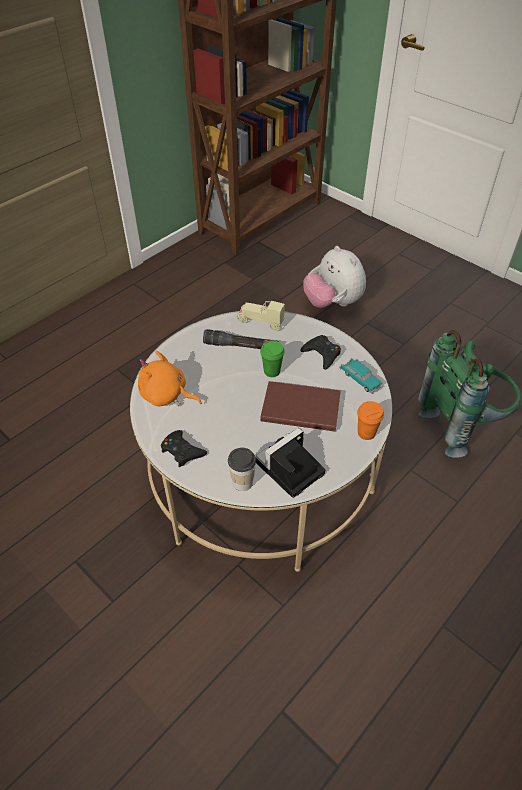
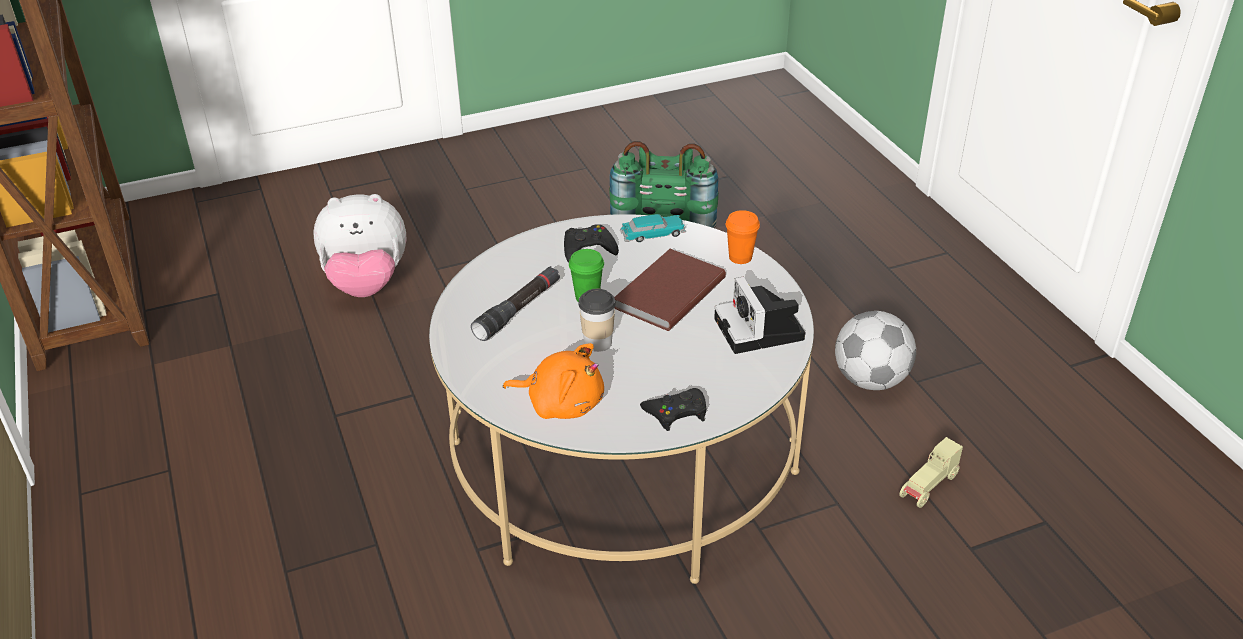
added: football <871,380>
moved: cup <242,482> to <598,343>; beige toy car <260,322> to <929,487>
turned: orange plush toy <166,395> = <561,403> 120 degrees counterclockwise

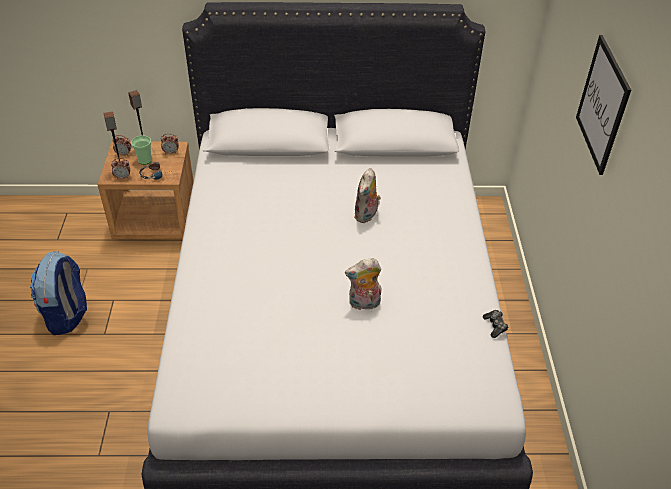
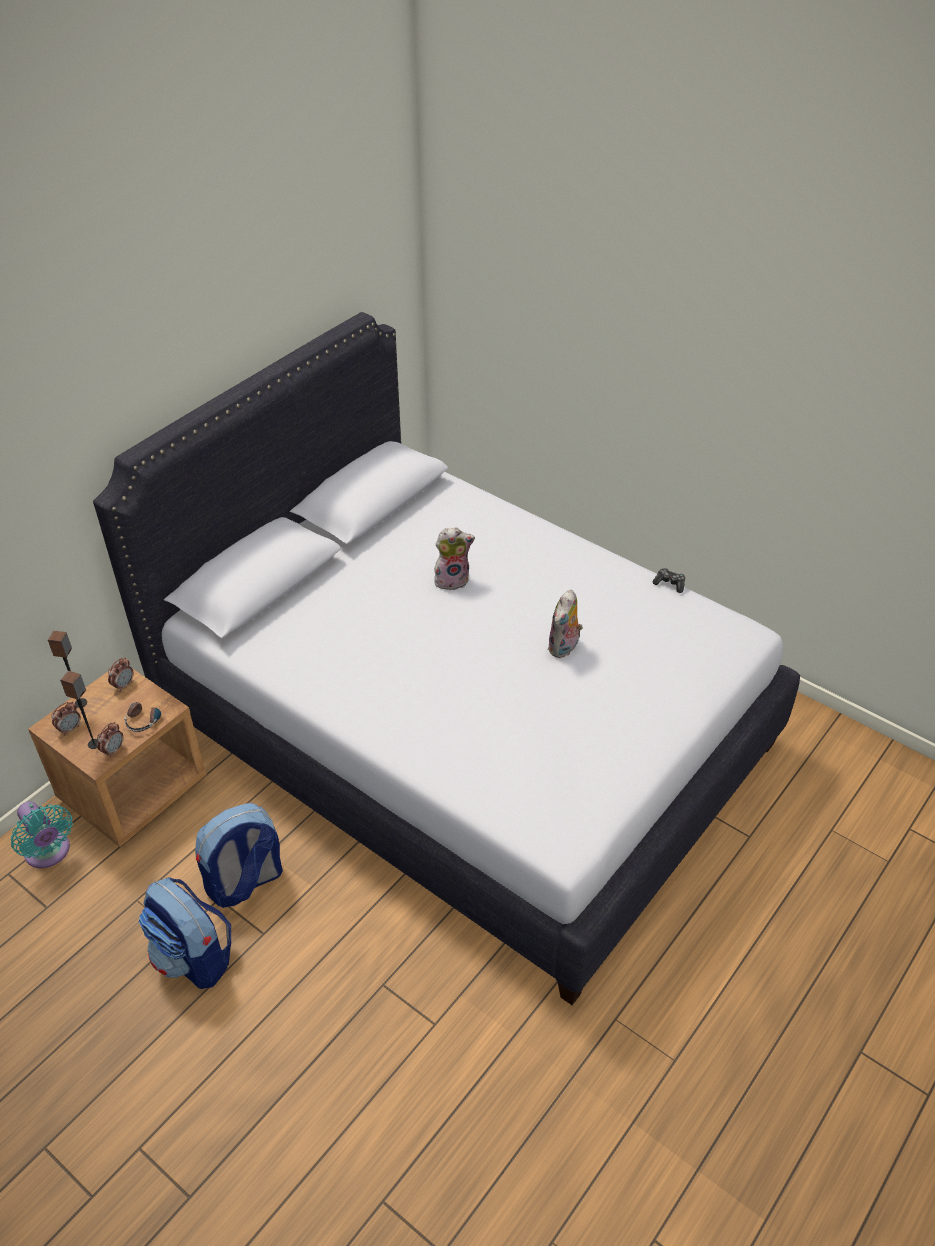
removed: cup <145,160>; picture <602,104>
added: turquoise fan <49,853>; backpack <245,882>
turned: plush toy <366,215> = <452,579> 75 degrees counterclockwise

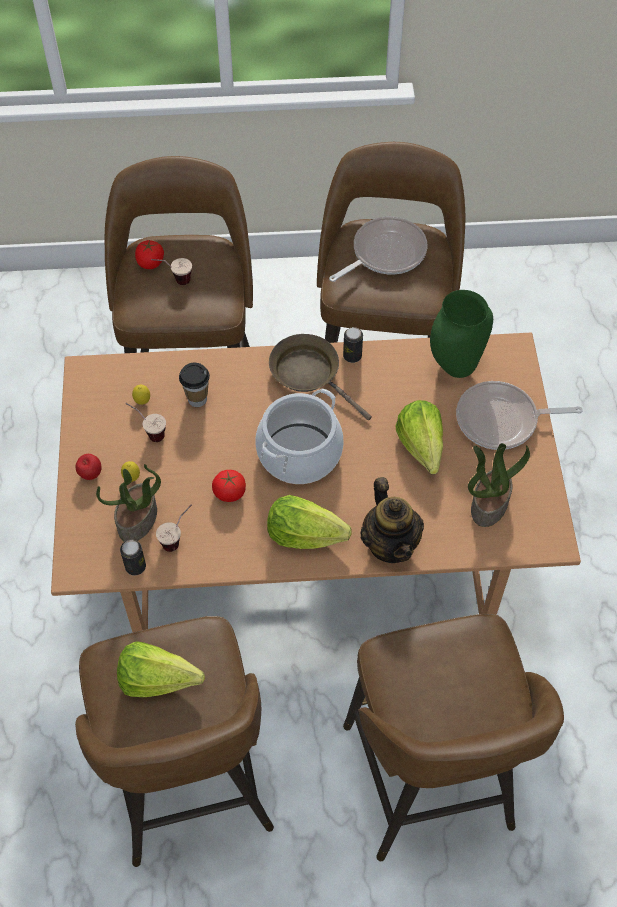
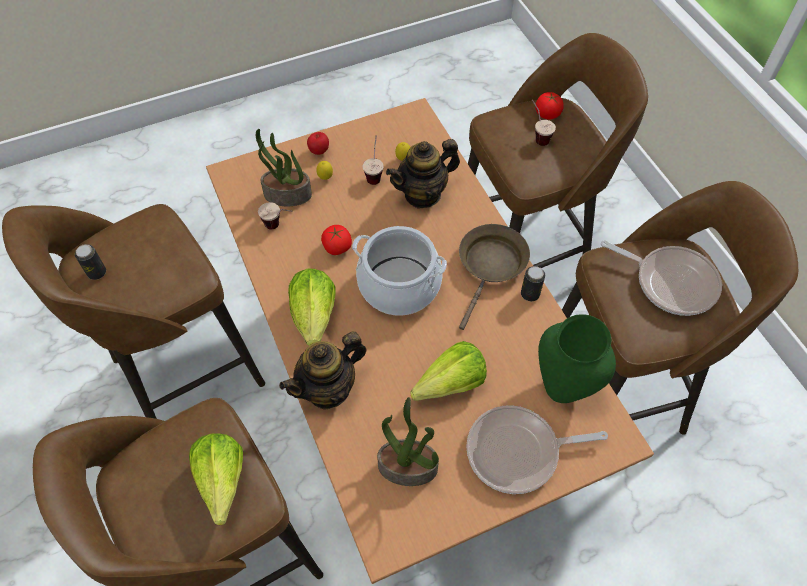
moved: lettuce <164,683> to <221,489>; can <135,567> to <97,272>
replaced: cup <197,399> to teapot <423,194>
turned: frying pan <501,420> = <518,452> 75 degrees counterclockwise

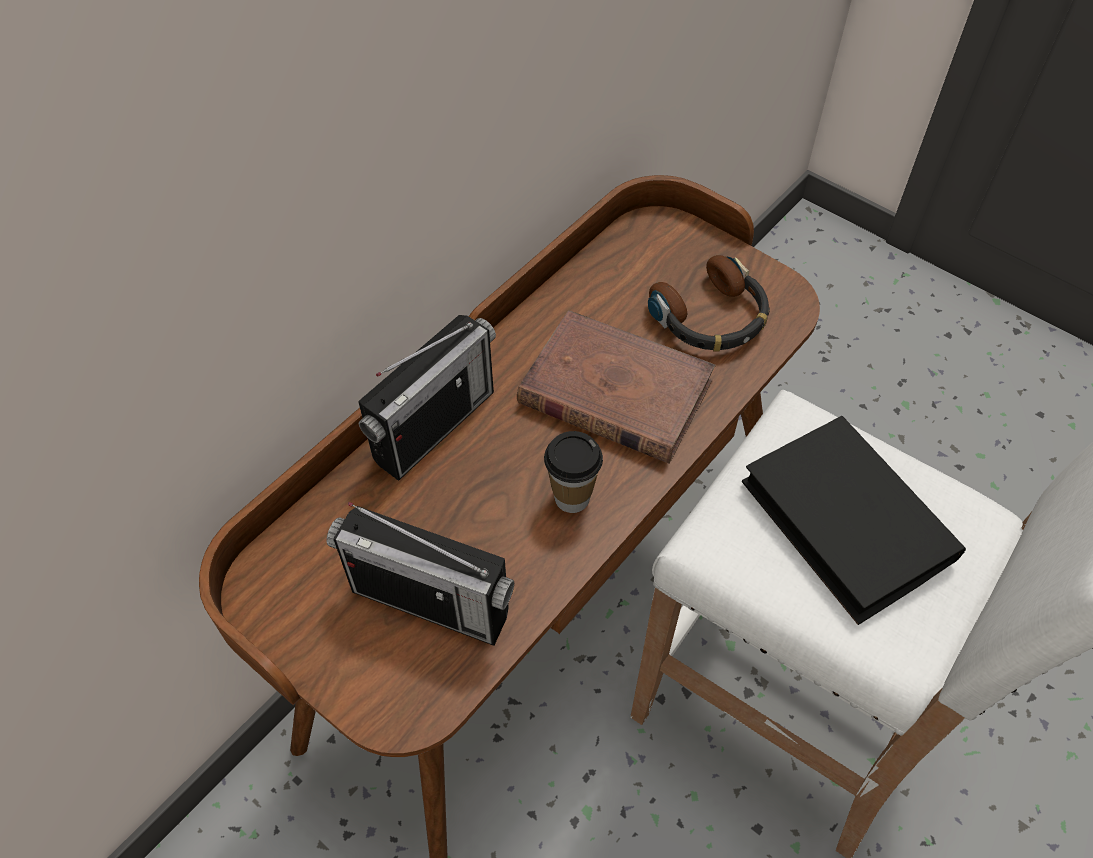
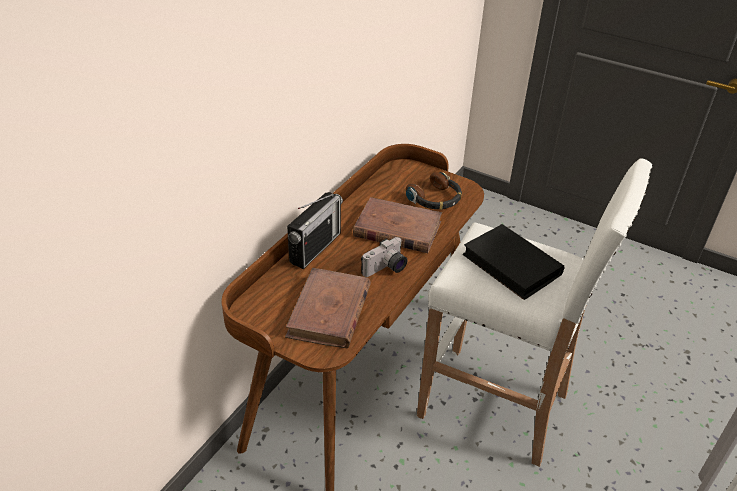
replaced: radio <430,601> to brown book <329,312>; cup <572,498> to photo camera <386,269>

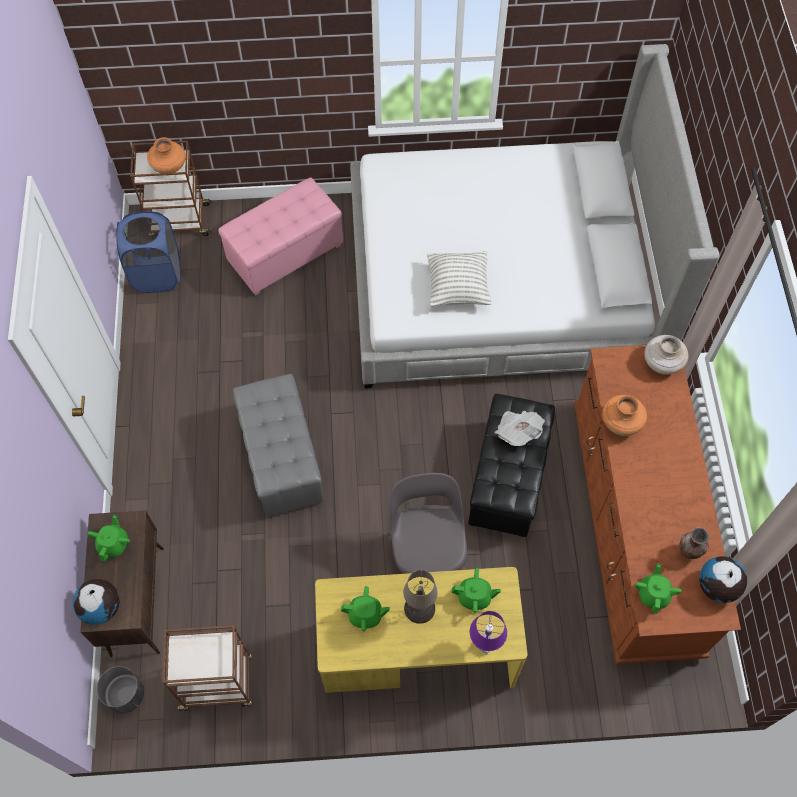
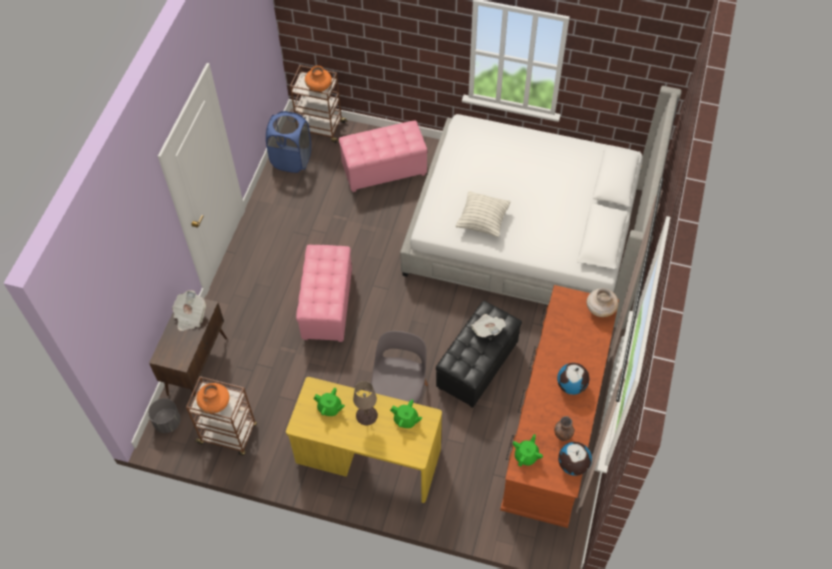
removed: purple table lamp <485,643>
moved: globe <102,608> to <571,386>; orange vase <621,423> to <215,404>
replaced: green teapot <114,544> to newspaper <190,316>
recoloured: grey ottoman <281,460> to pink ottoman <326,306>

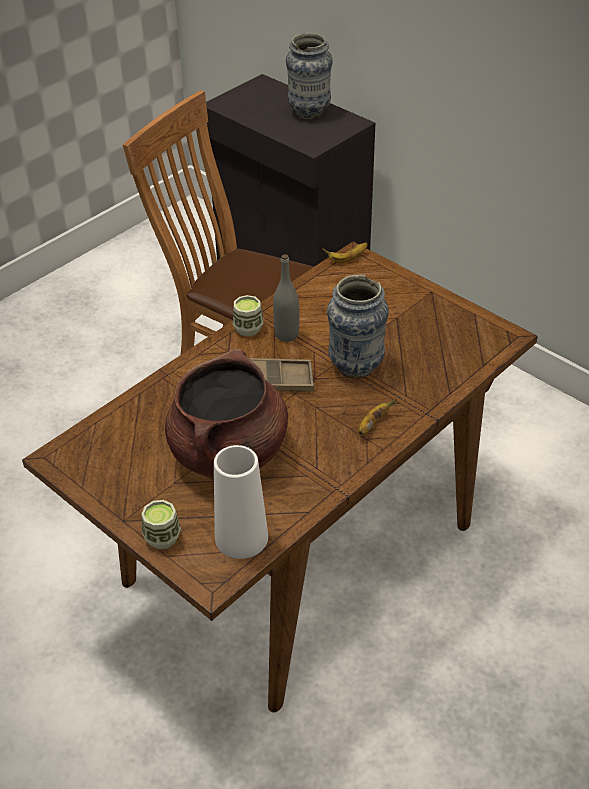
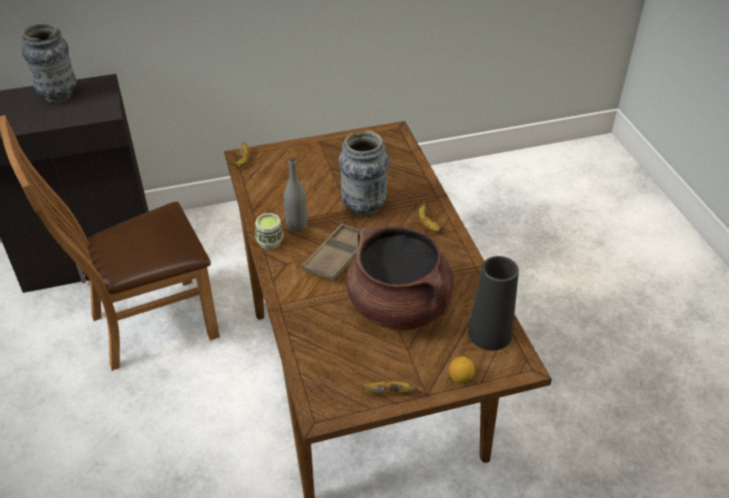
added: banana <389,393>
replaced: cup <162,537> to lemon <461,378>
recoloured: white vase <241,537> to black vase <490,333>

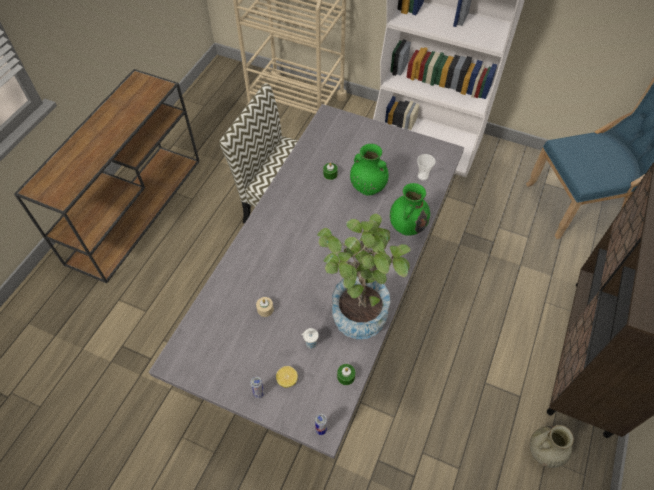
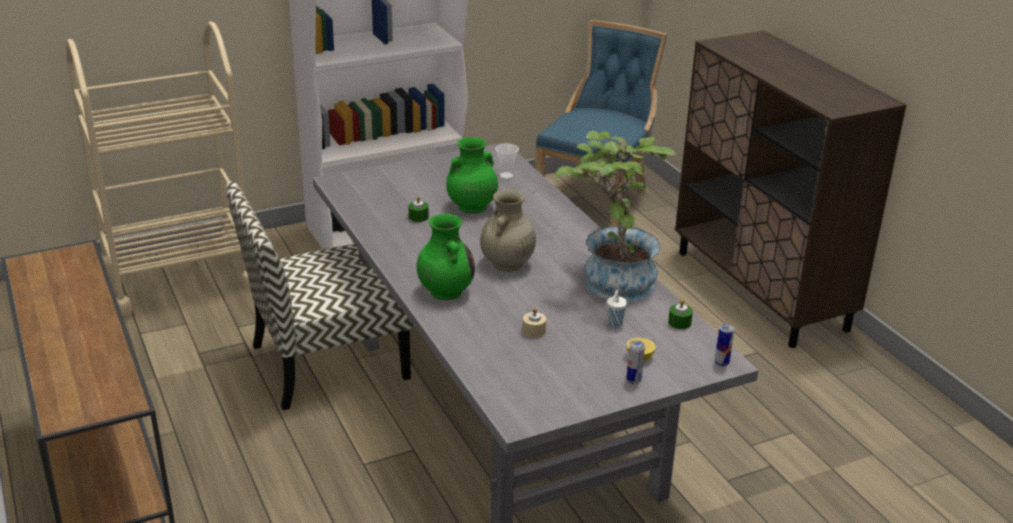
moved: green vase <407,226> to <445,291>; beige vase <544,452> to <507,264>

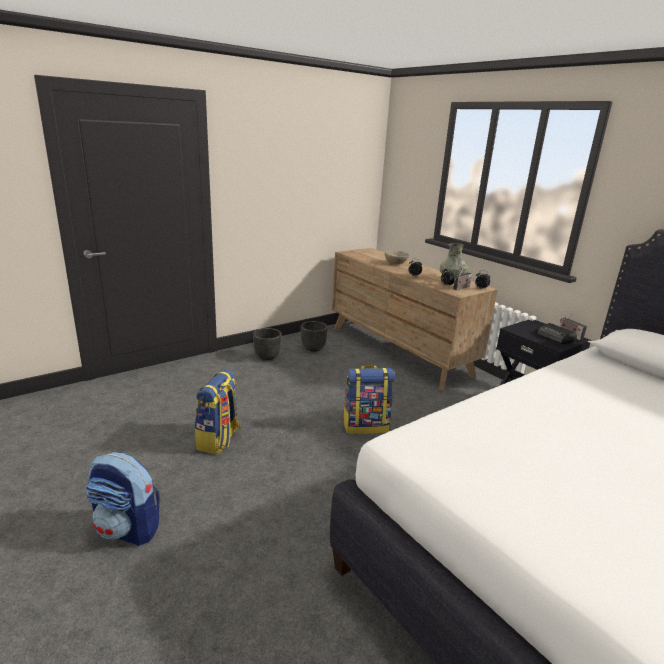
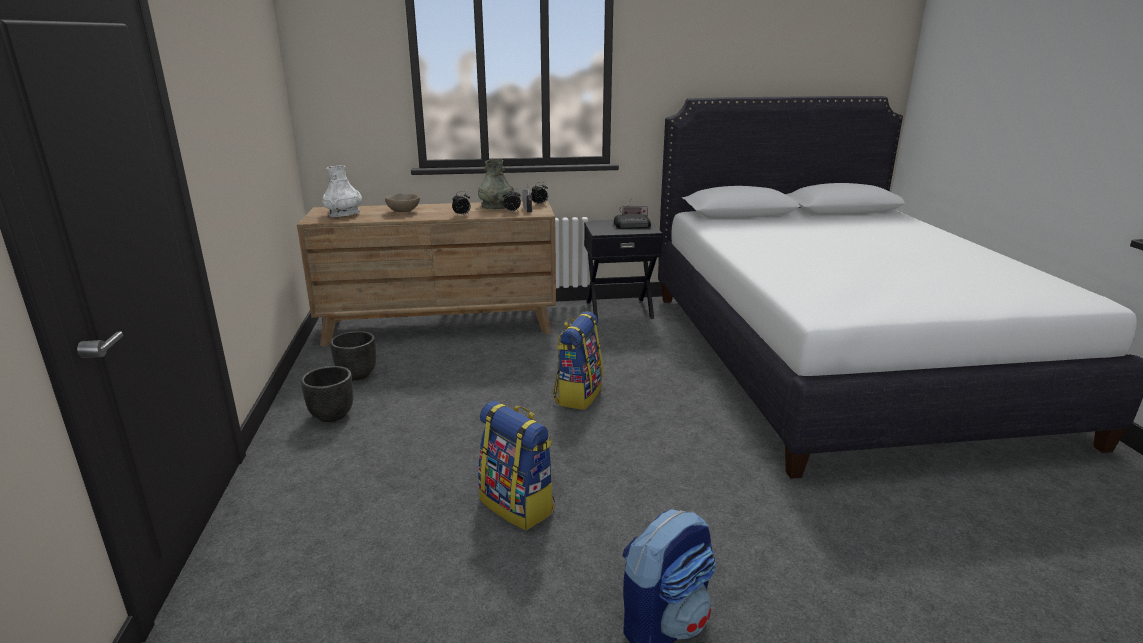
added: white vase <344,214>

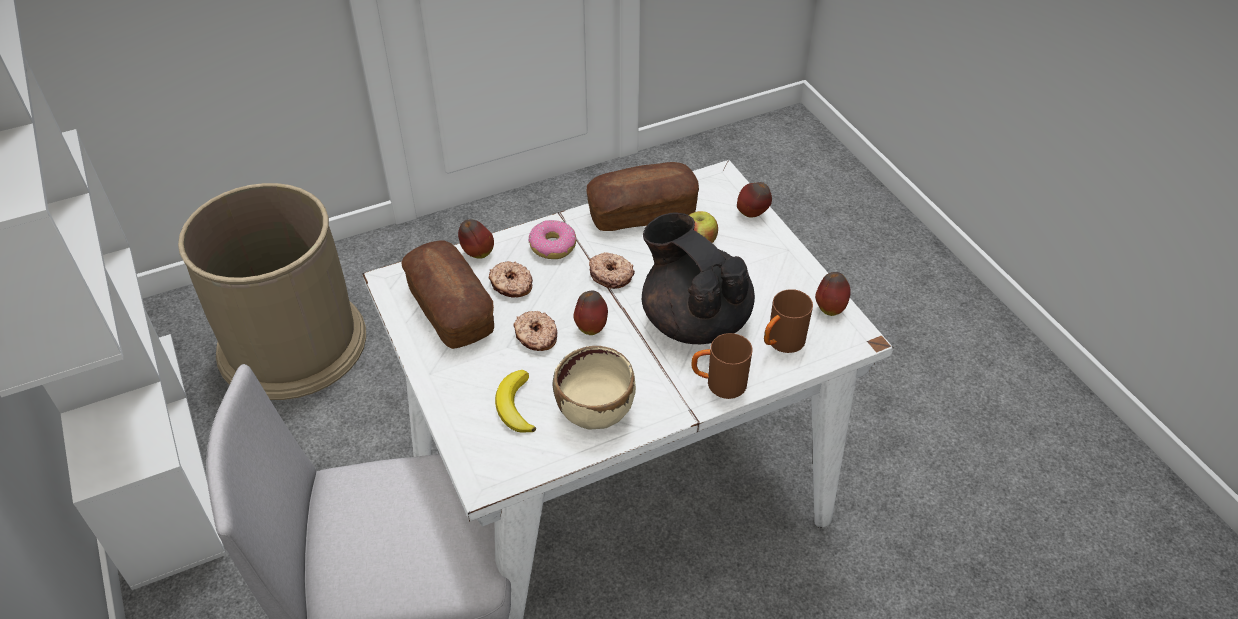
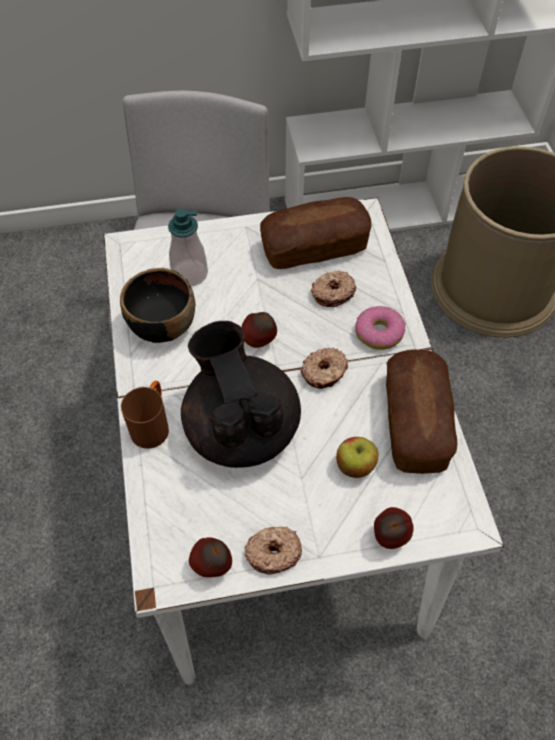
removed: apple <477,253>; brown mug <781,344>
moved: donut <535,336> to <273,552>
replaced: banana <515,406> to soap dispenser <189,274>
recoloured: beige bowl <596,411> to black bowl <162,325>
turned: black teapot <694,319> = <241,428> 90 degrees counterclockwise

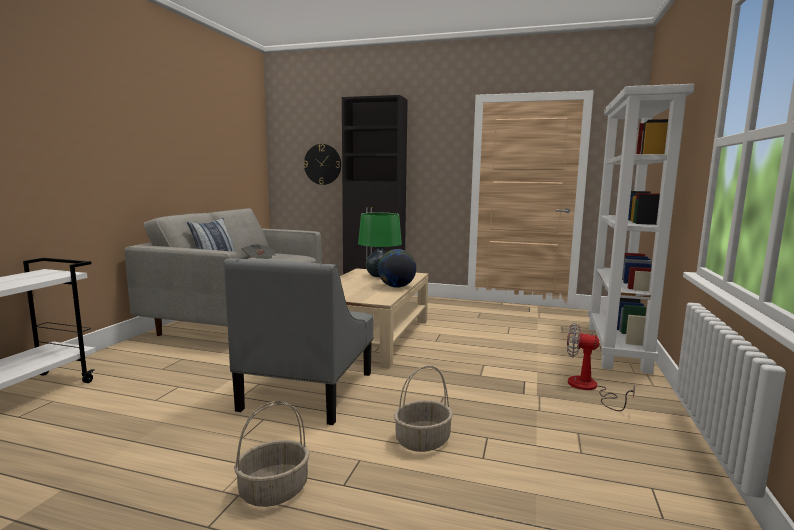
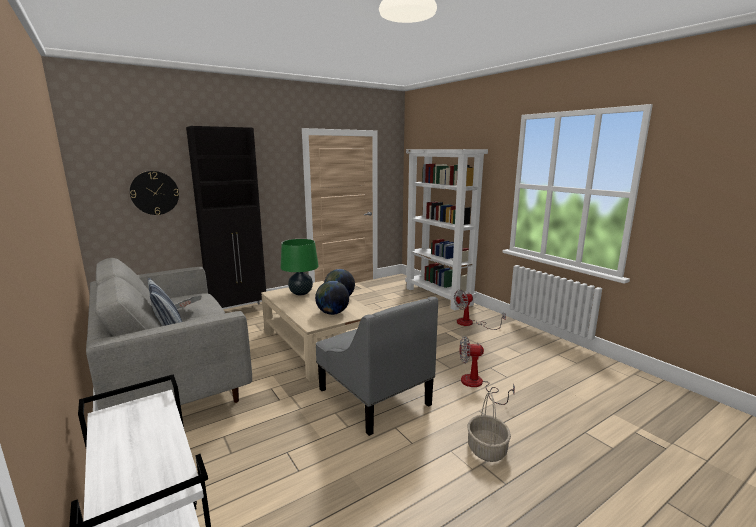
added: globe <332,313>
replaced: basket <422,441> to fan <477,385>

